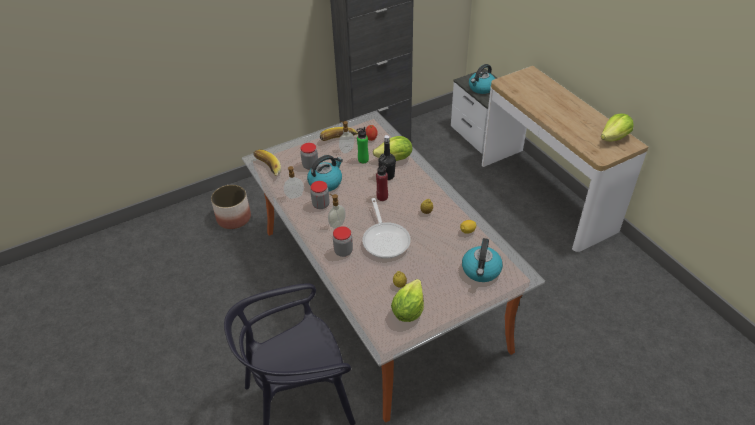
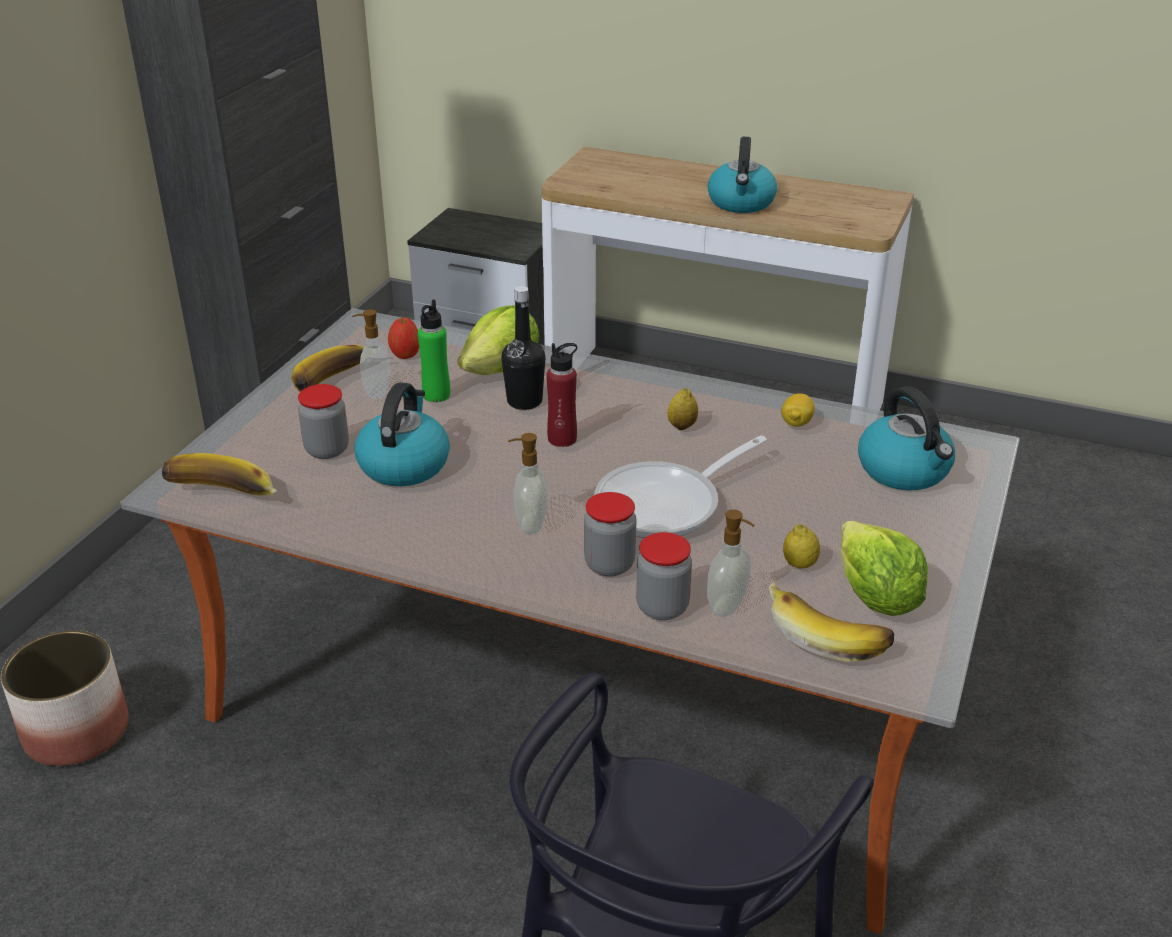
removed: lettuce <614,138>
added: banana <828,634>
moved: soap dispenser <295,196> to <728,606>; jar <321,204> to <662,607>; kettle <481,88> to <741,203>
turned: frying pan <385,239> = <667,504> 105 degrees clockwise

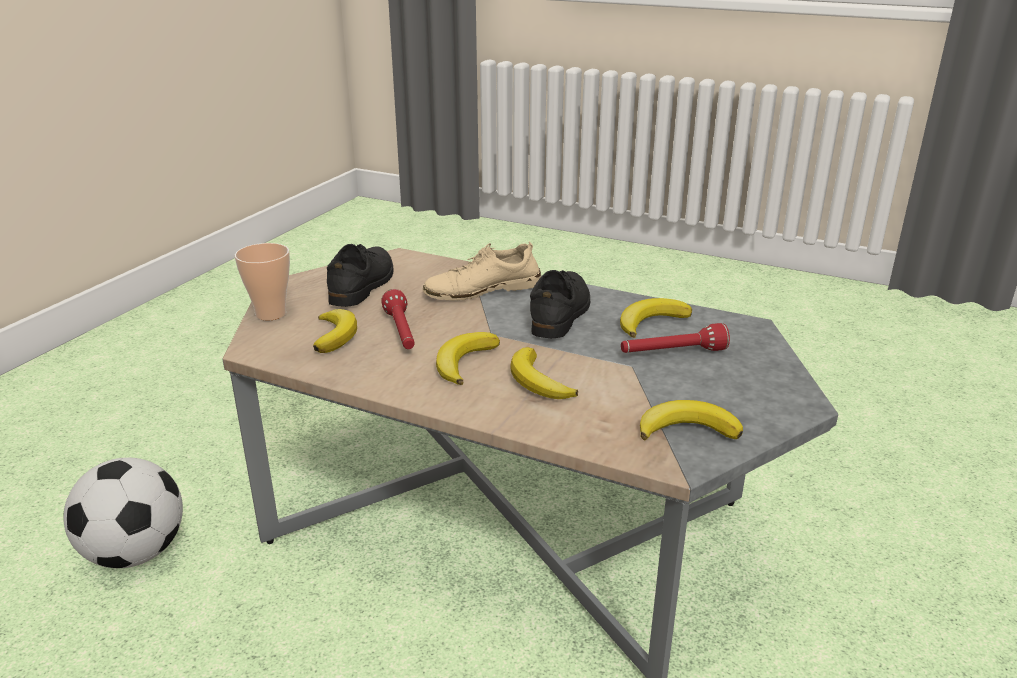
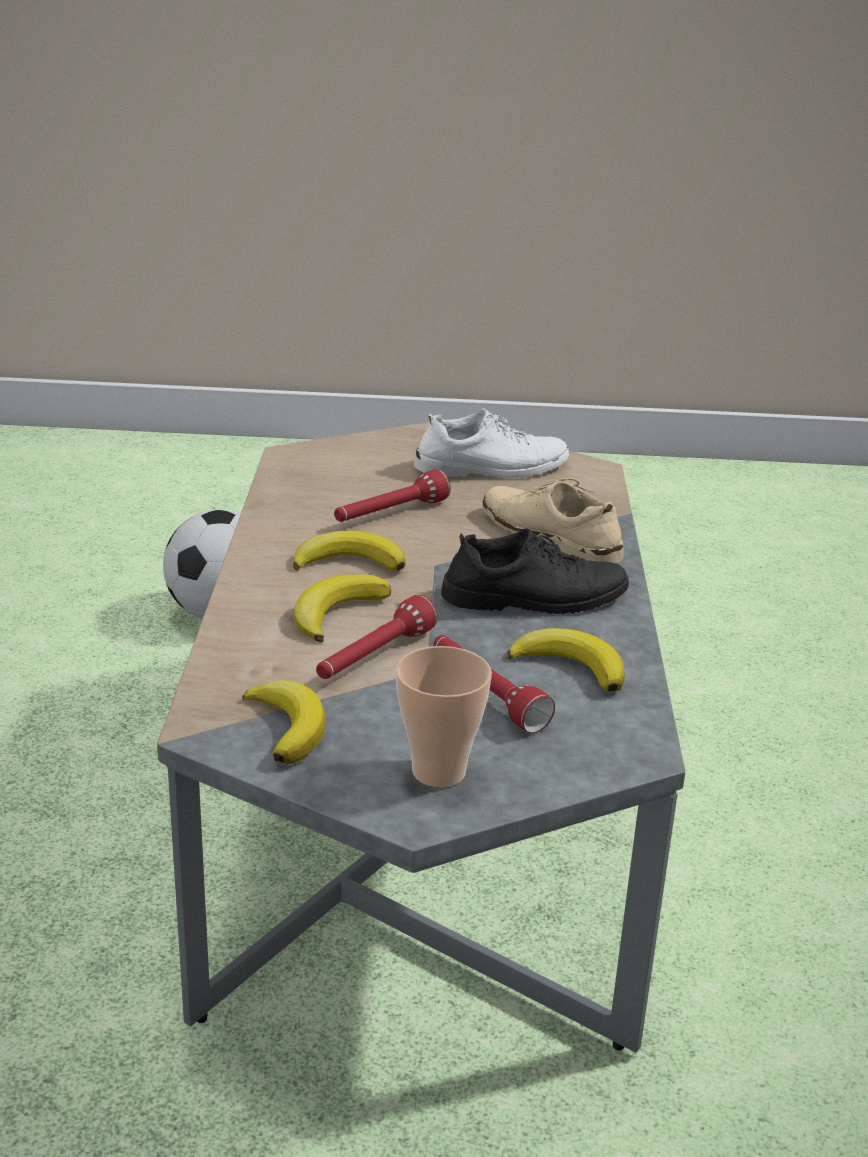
removed: banana <335,335>
added: red flashlight <374,657>
moved: cup <271,314> to <439,772>
recoloured: black shoe <362,284> to white shoe <492,467>

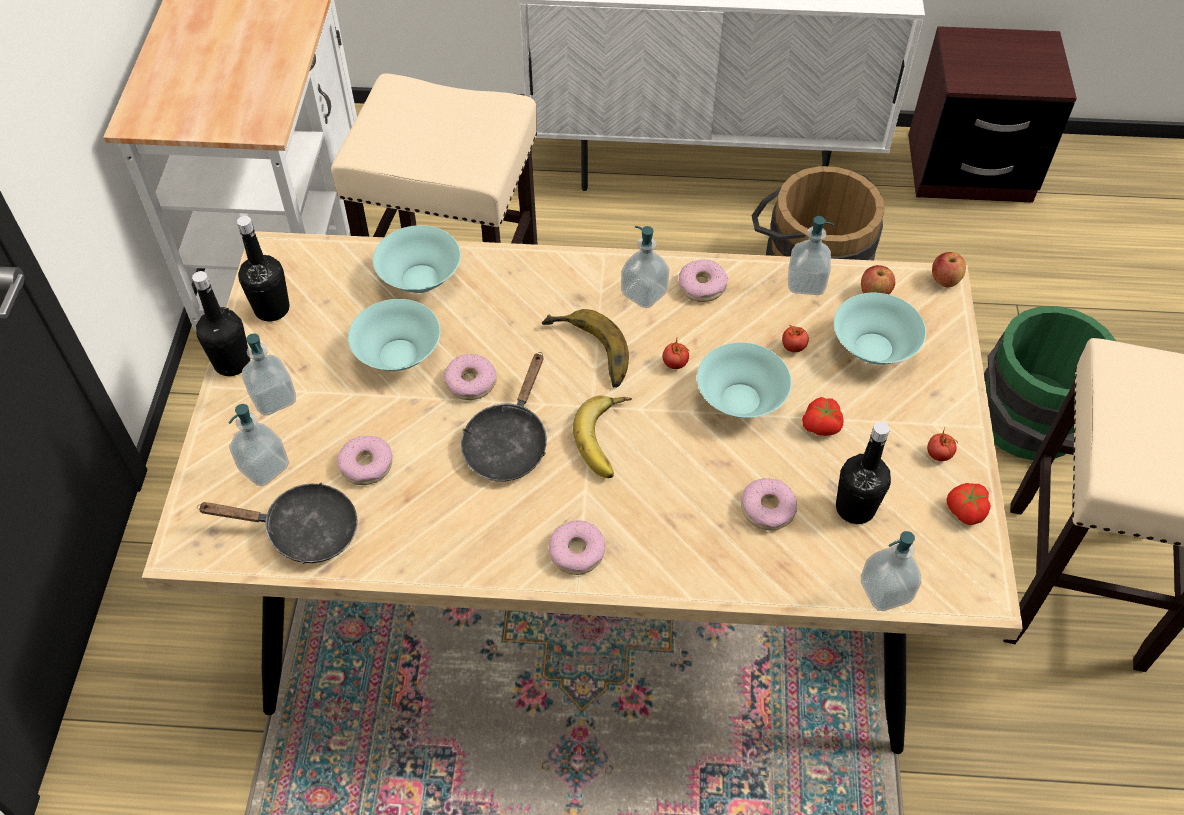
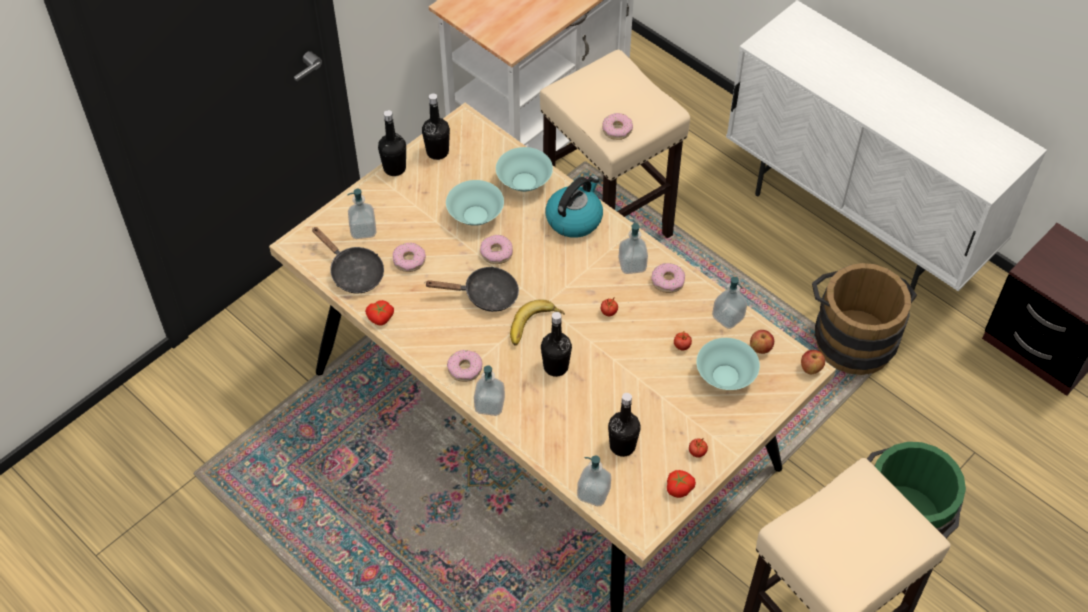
removed: banana <586,354>; turquoise bowl <741,400>
added: black bottle <556,367>; kettle <574,219>
moved: soap dispenser <273,398> to <489,405>; donut <767,509> to <617,130>; tomato <822,425> to <380,318>
turned: black frying pan <508,442> = <485,295> 150 degrees counterclockwise

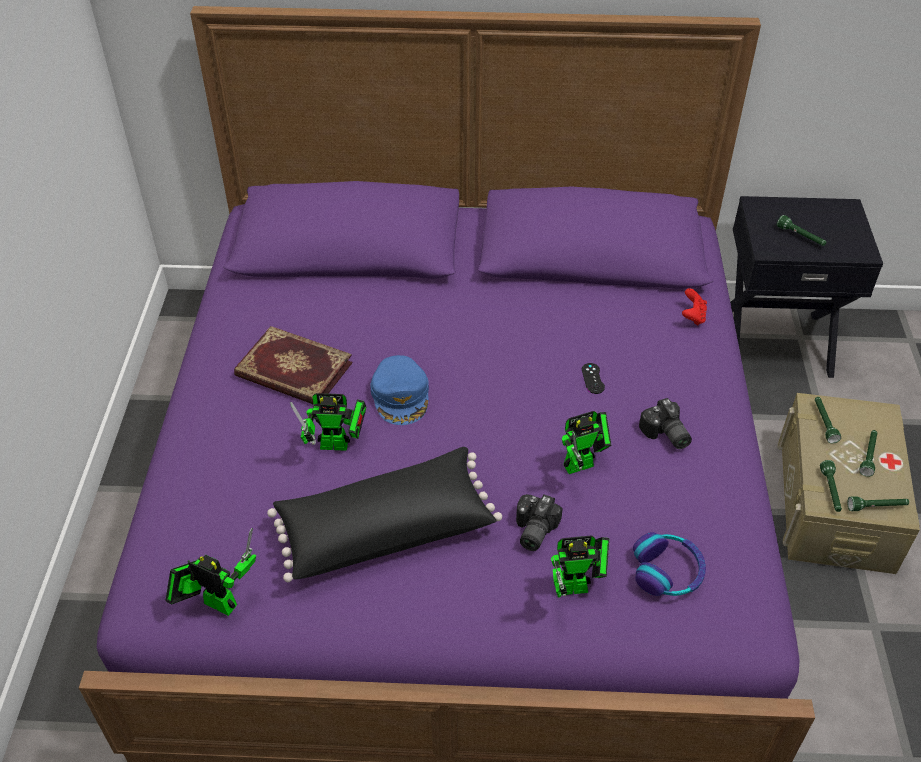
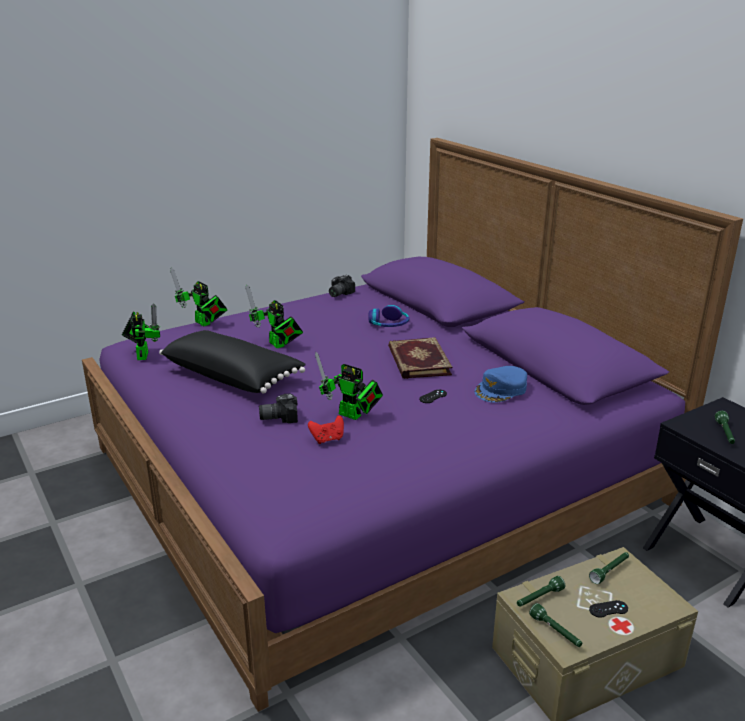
moved: book <293,371> to <417,361>; blue cap <401,395> to <501,390>; toy robot <577,587> to <204,323>; headphones <667,571> to <389,324>; photo camera <665,435> to <338,294>; red game controller <692,317> to <327,439>
replaced: green flashlight <868,456> to black game controller <608,609>

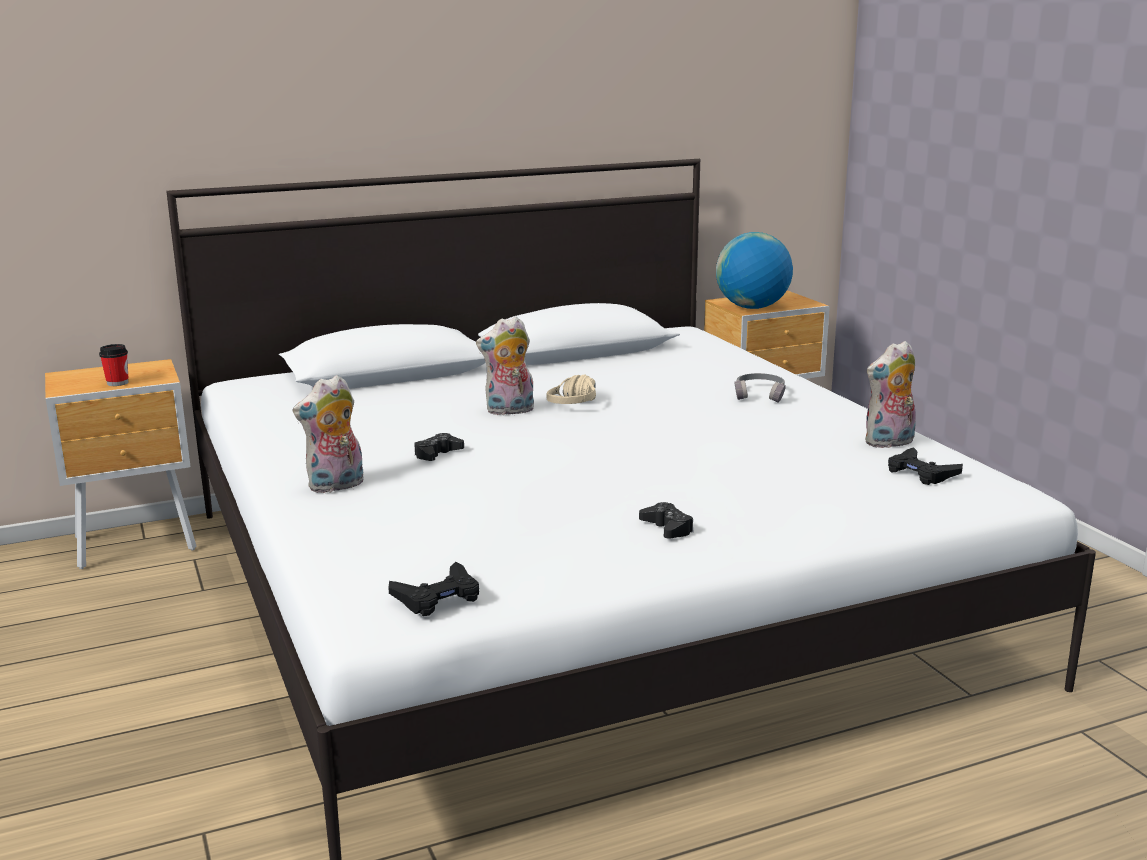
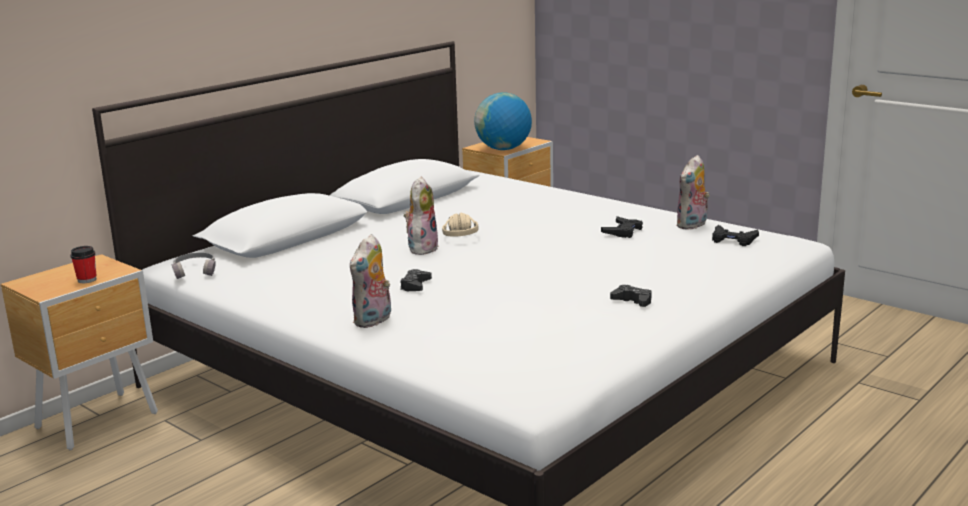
moved: black game controller <438,597> to <623,231>; grey headphones <760,394> to <195,271>
turned: plush toy <509,411> = <421,248> 150 degrees clockwise

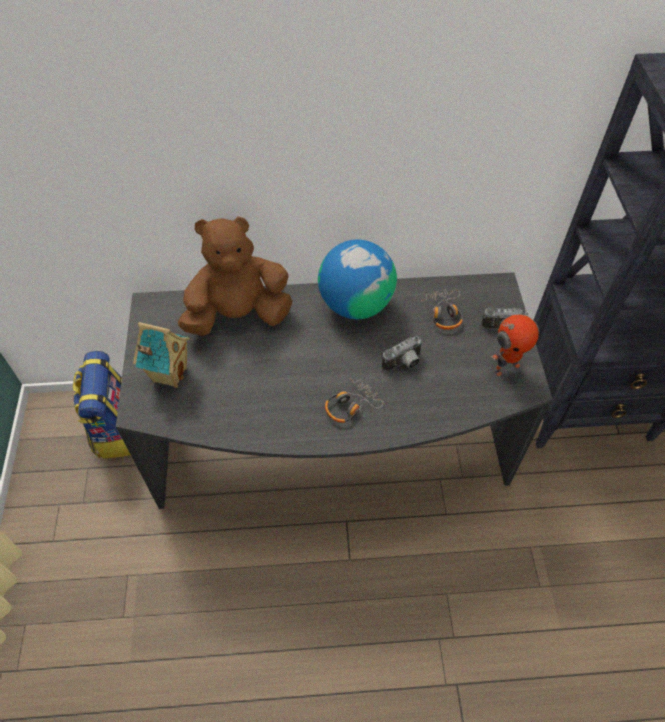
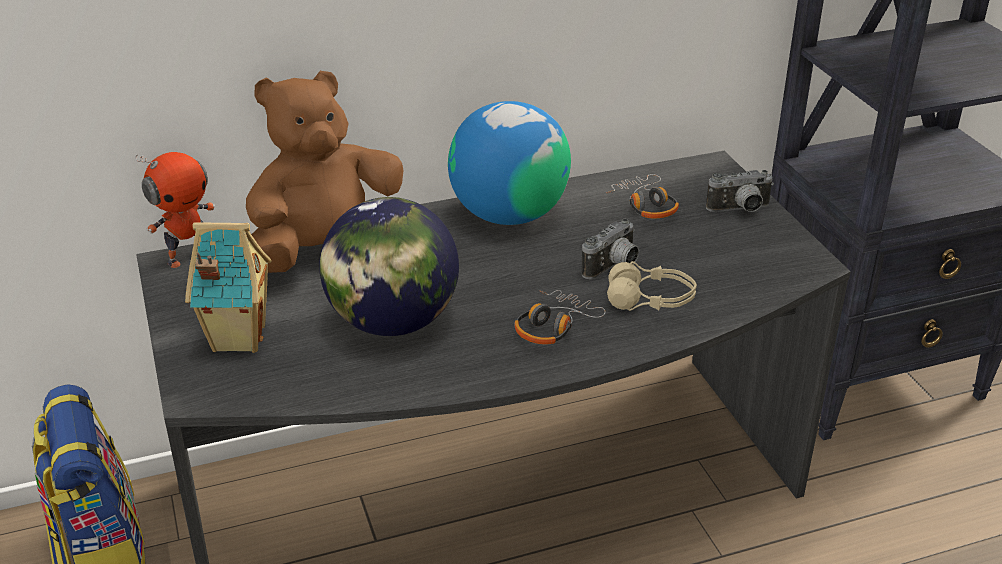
added: globe <392,322>; beige headphones <650,301>
moved: toy robot <505,366> to <188,256>

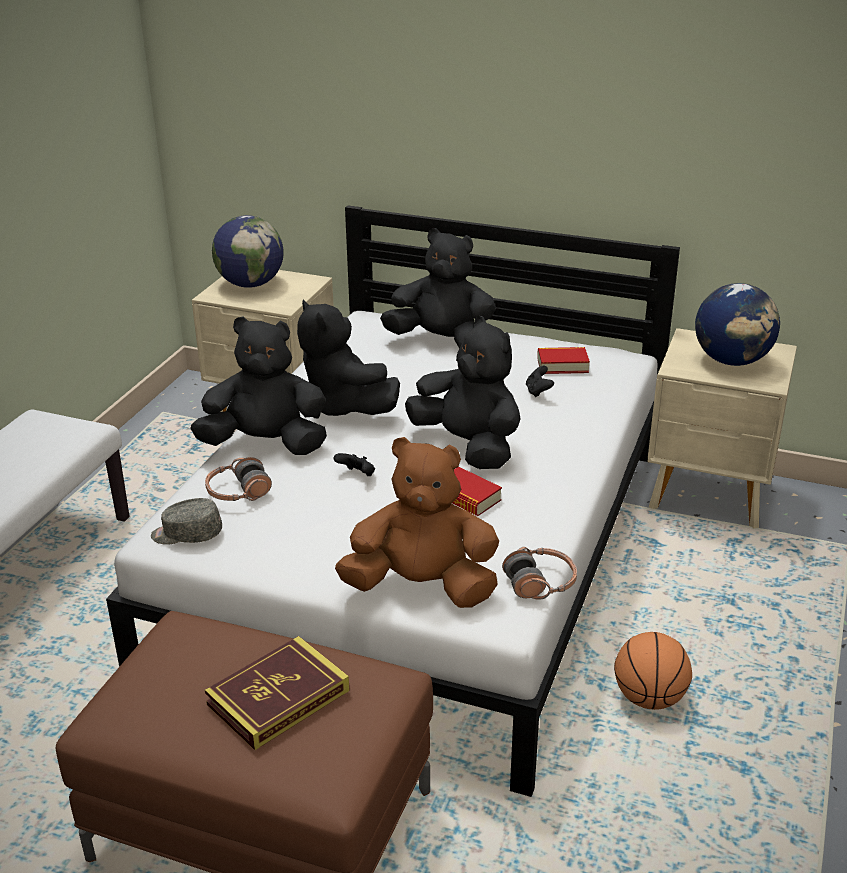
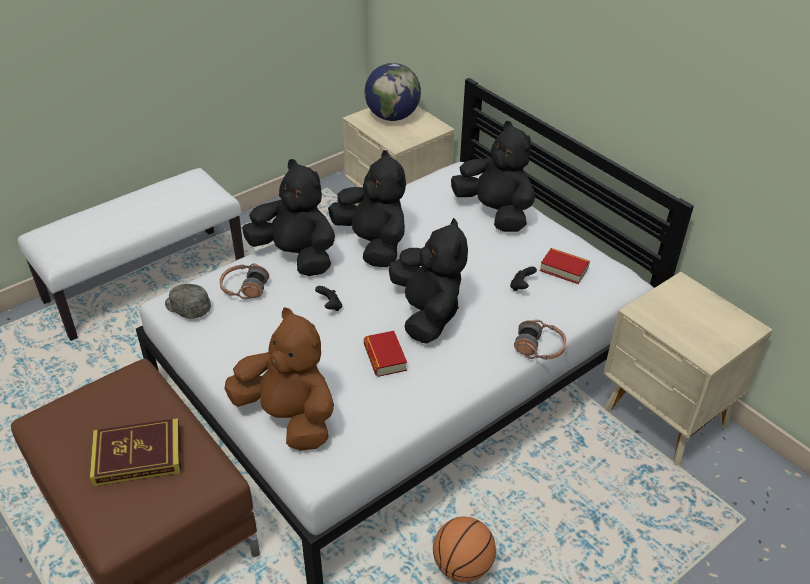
removed: globe <732,361>
moved: headphones <540,583> to <539,348>
turned: black plush toy <343,407> = <373,244> 150 degrees clockwise

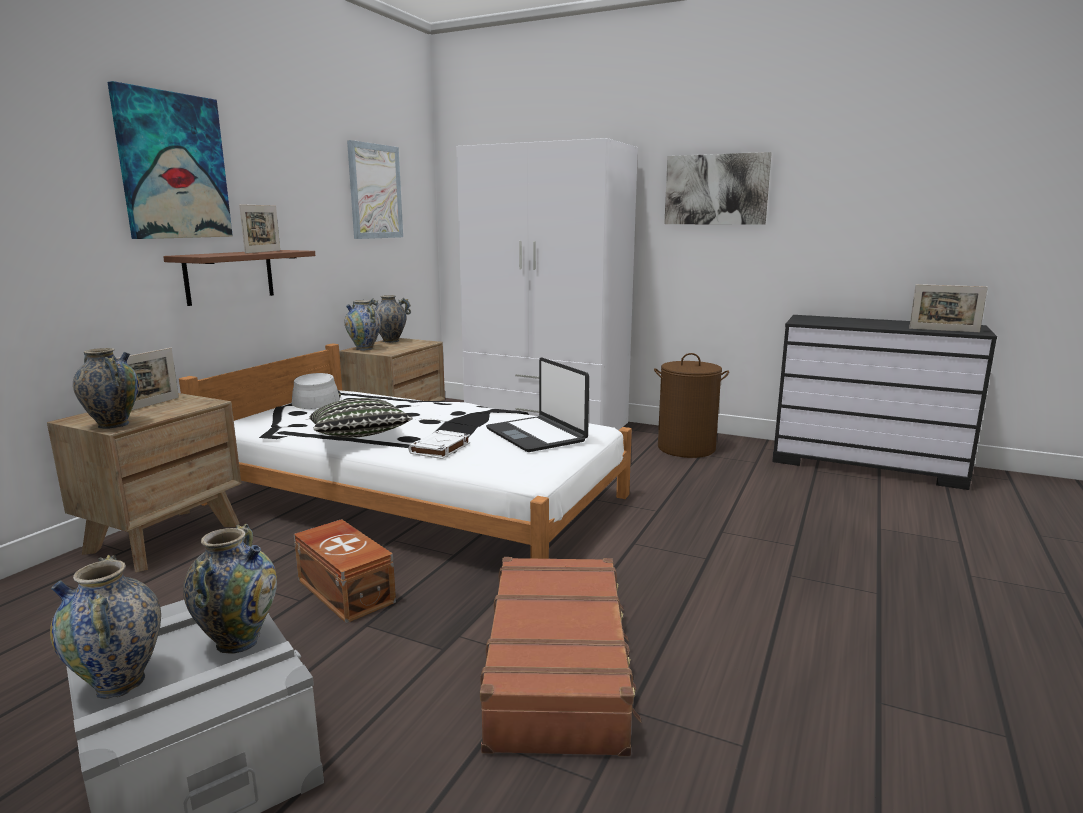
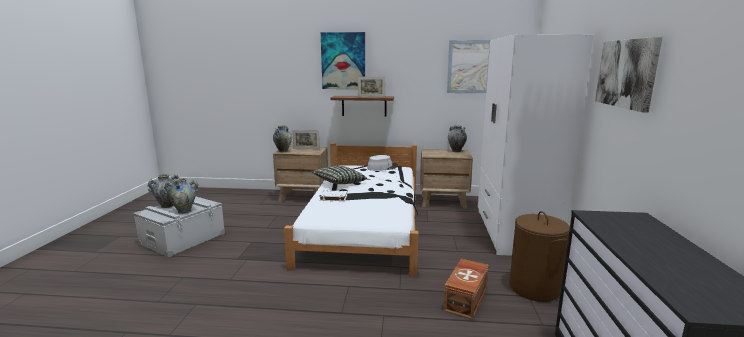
removed: vase <364,348>; brown suitcase <559,668>; laptop <536,435>; picture frame <943,330>
moved: brown storage box <346,589> to <466,299>

